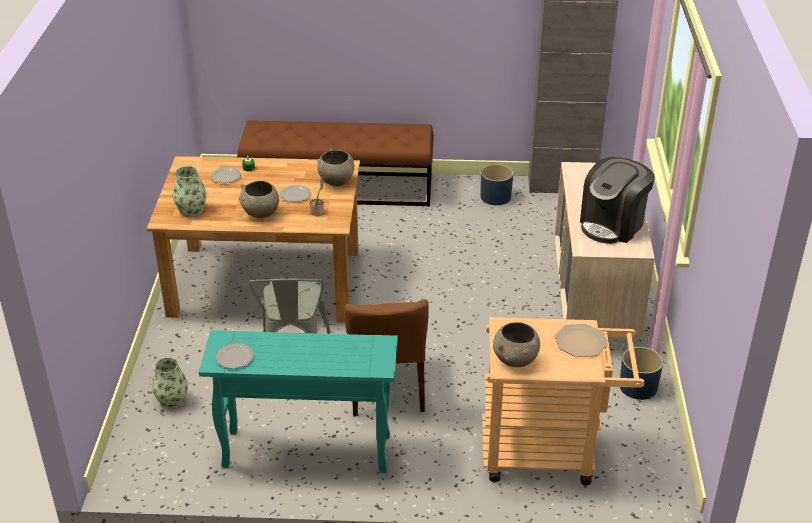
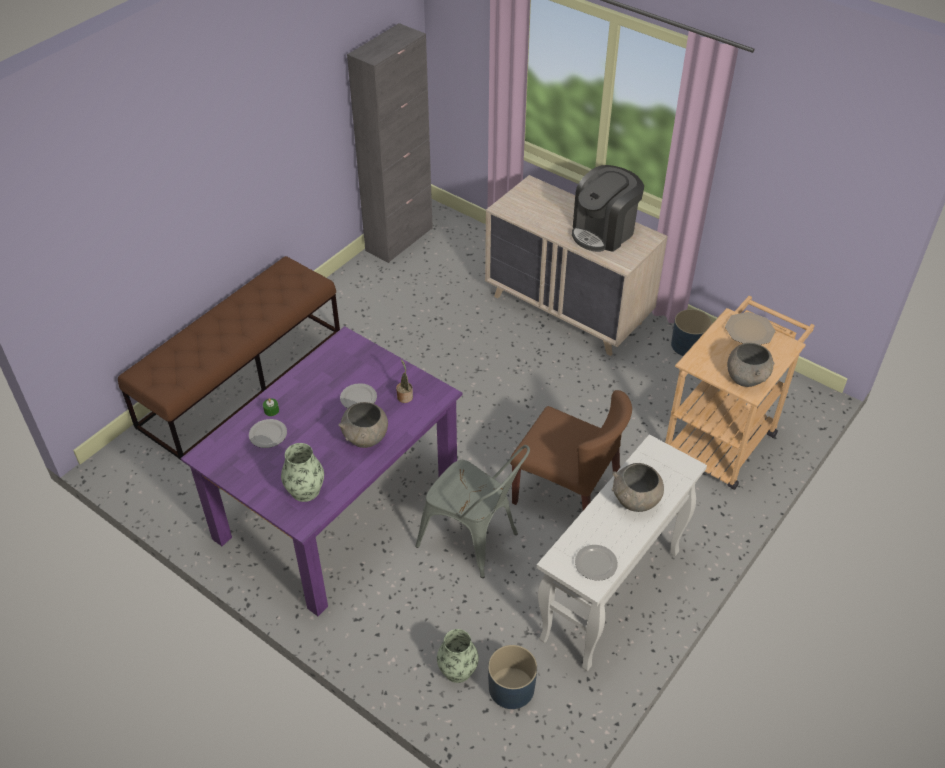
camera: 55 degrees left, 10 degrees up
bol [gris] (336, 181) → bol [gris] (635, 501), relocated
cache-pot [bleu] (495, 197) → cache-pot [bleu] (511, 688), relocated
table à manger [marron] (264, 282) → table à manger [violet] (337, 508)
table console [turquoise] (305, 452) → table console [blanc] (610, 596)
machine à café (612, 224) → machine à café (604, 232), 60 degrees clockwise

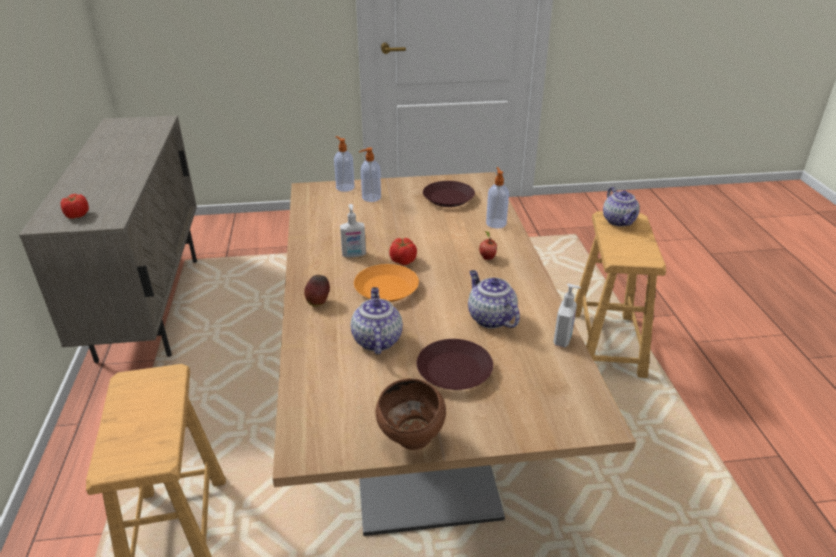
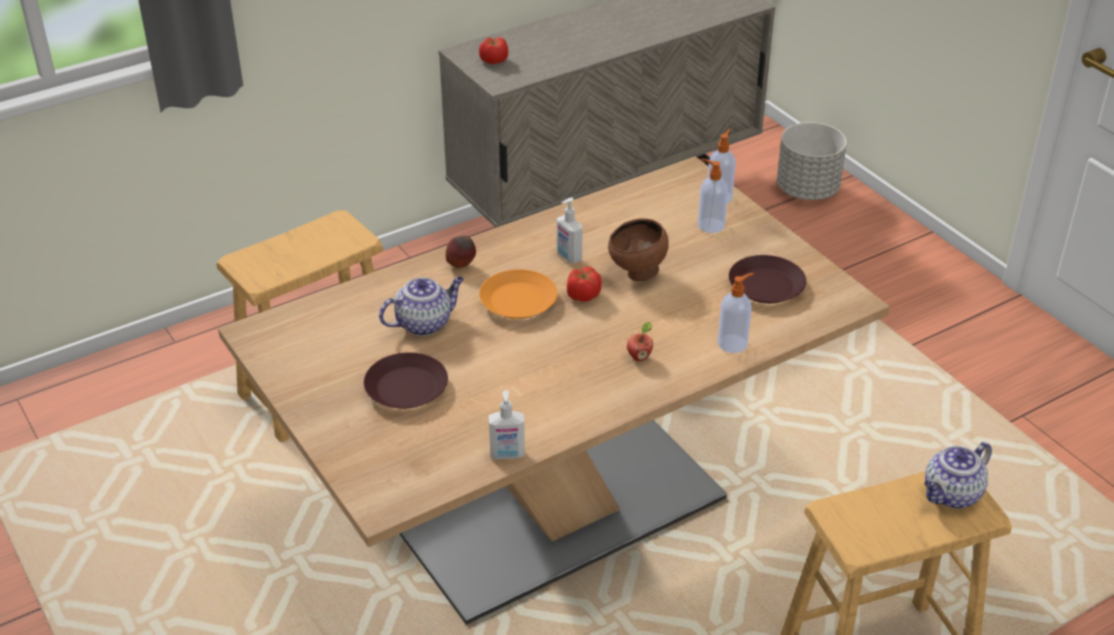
camera: 65 degrees right, 5 degrees up
théière (490, 318) → -
- → cache-pot [gris] (807, 190)
bol [marron] (412, 441) → bol [marron] (637, 274), relocated

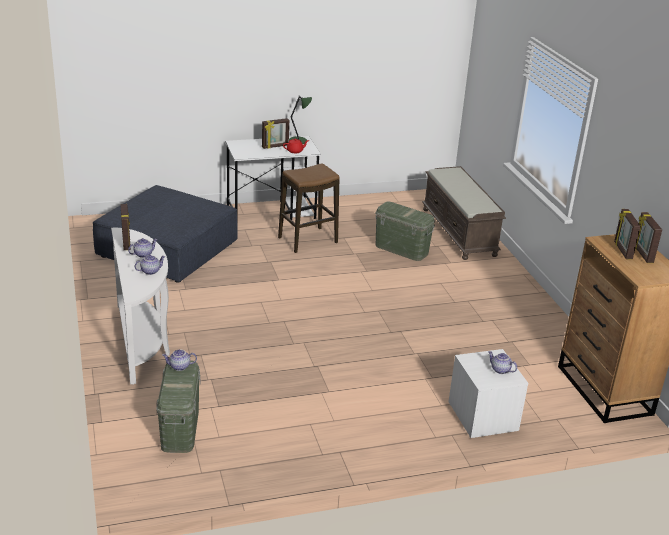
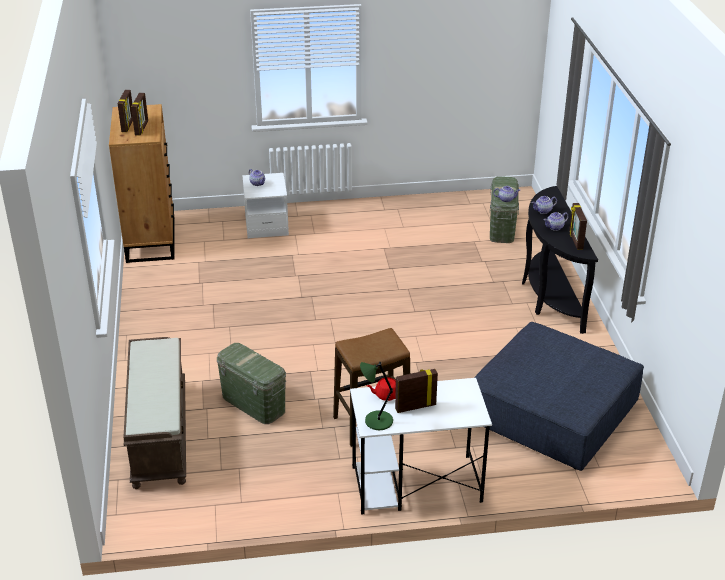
camera: 170 degrees left, 5 degrees up
table console [blanc] (143, 341) → table console [noir] (549, 296)

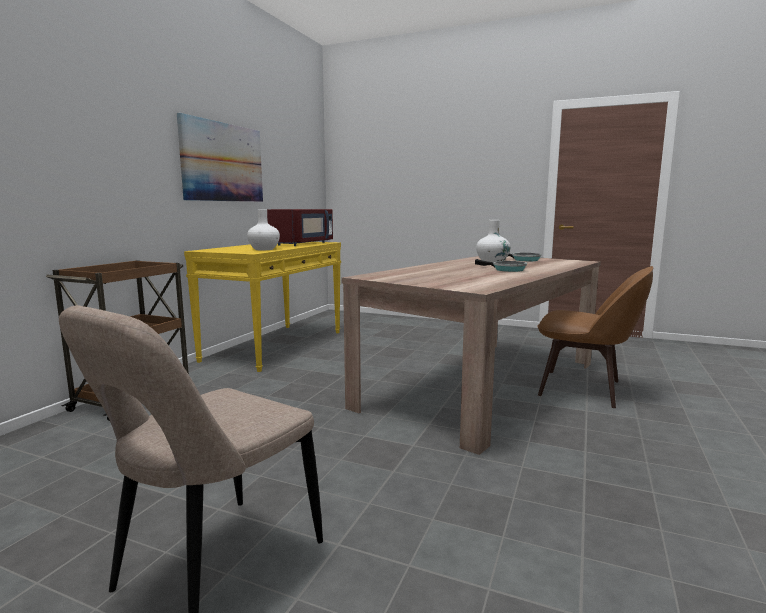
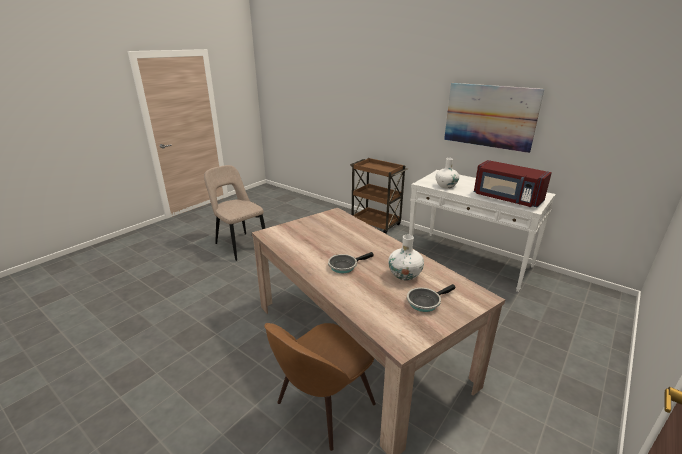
camera: 105 degrees right, 15 degrees up
table console [jaune] (275, 345) → table console [blanc] (469, 259)

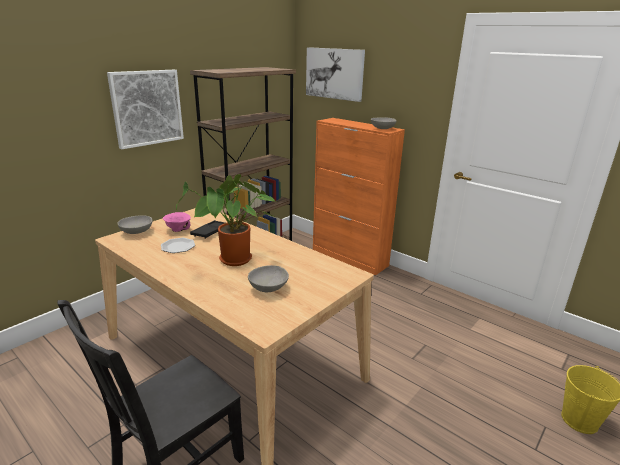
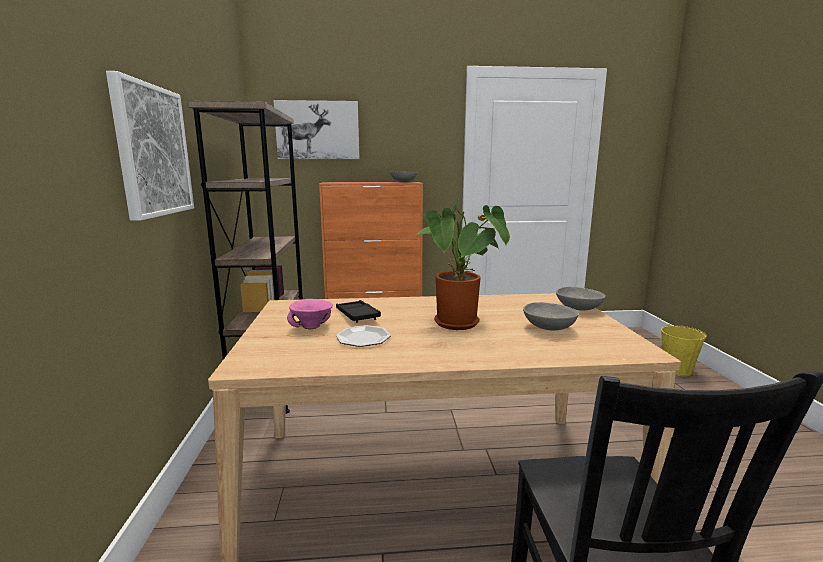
camera: 45 degrees left, 10 degrees down
bol [gris] (136, 232) → bol [gris] (578, 309), relocated

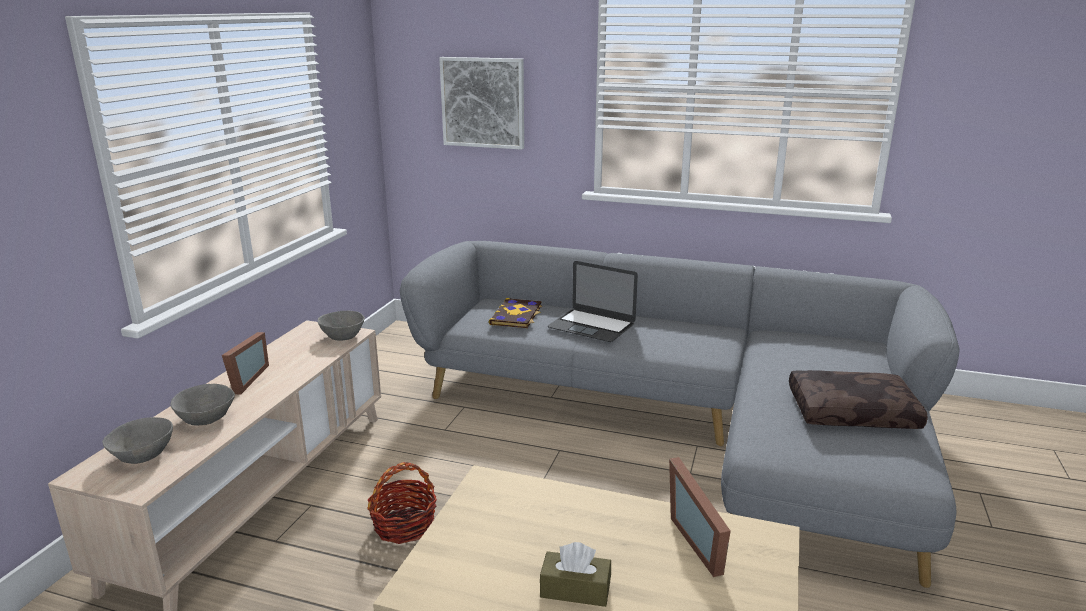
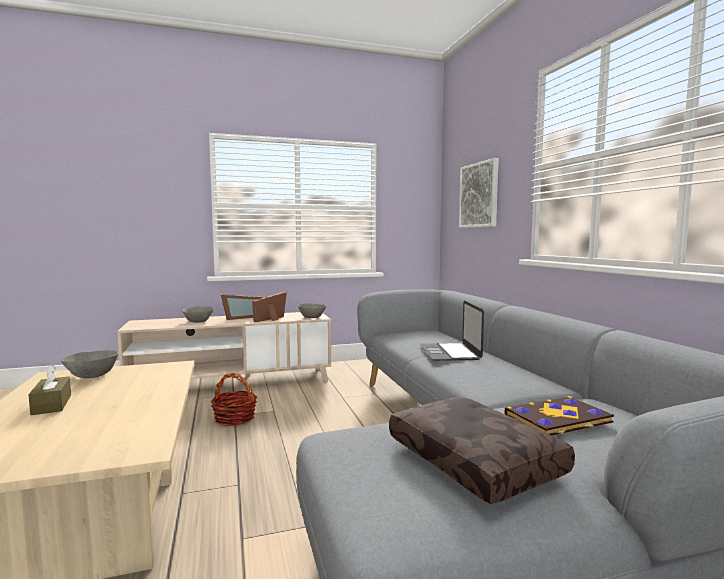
camera: 55 degrees right, 15 degrees down
bol [gris] (143, 455) → bol [gris] (92, 375), relocated
livre (517, 315) → livre (559, 419), relocated
cadre photo (702, 540) → cadre photo (273, 319), relocated

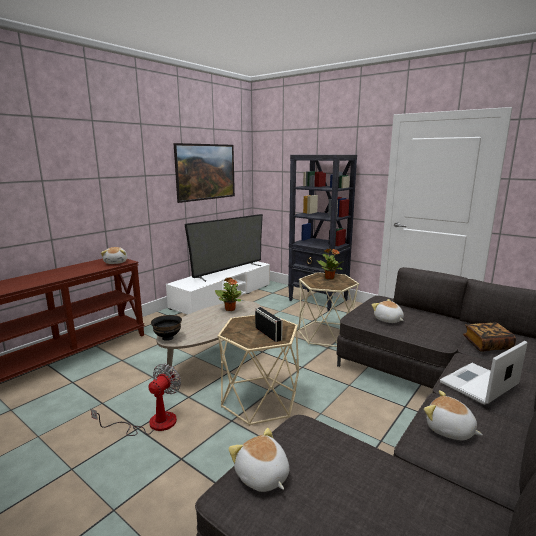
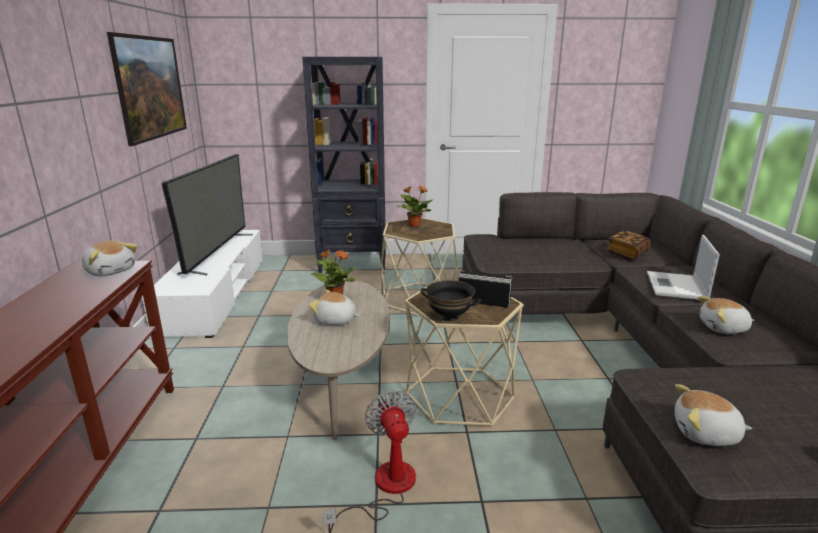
camera: 40 degrees left, 5 degrees up
bol [noir] (167, 338) → bol [noir] (449, 317), relocated
peluche (388, 320) → peluche (335, 320), relocated

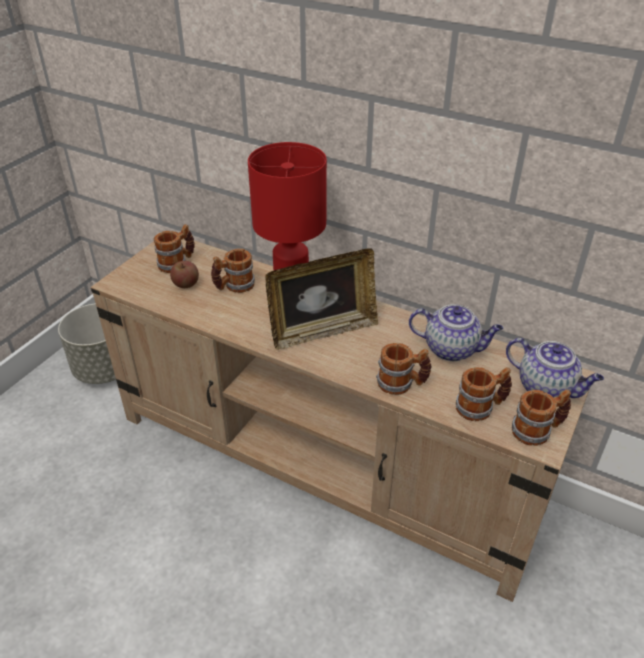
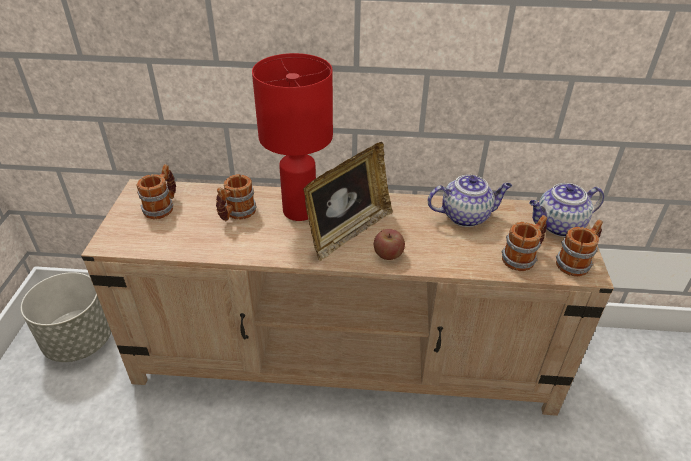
camera: 25 degrees left, 0 degrees up
mug (402, 384) → -
pomme (186, 284) → pomme (388, 254), relocated
théière (547, 388) → théière (558, 226), 150 degrees clockwise

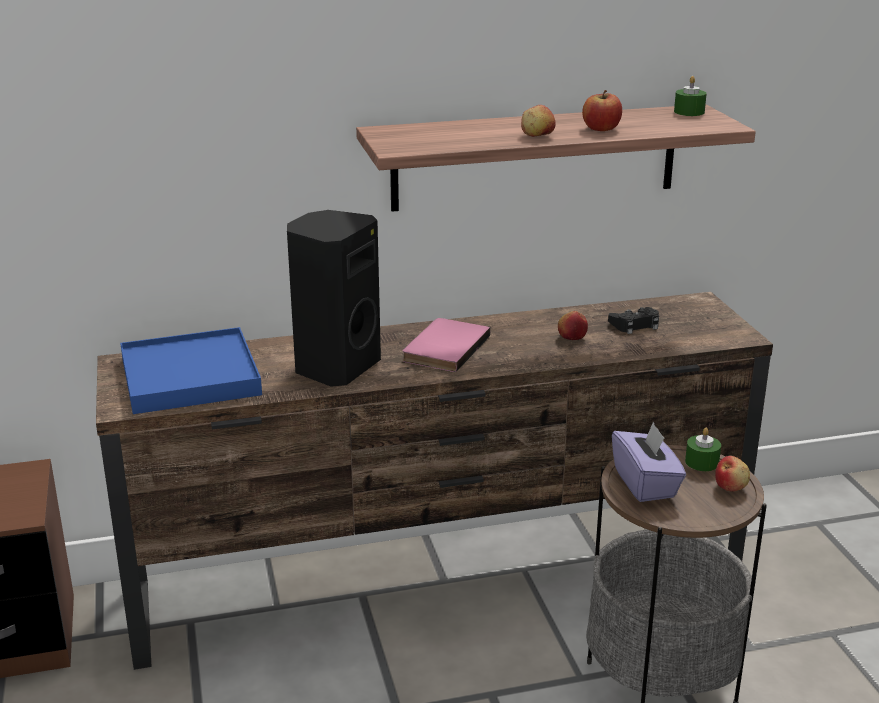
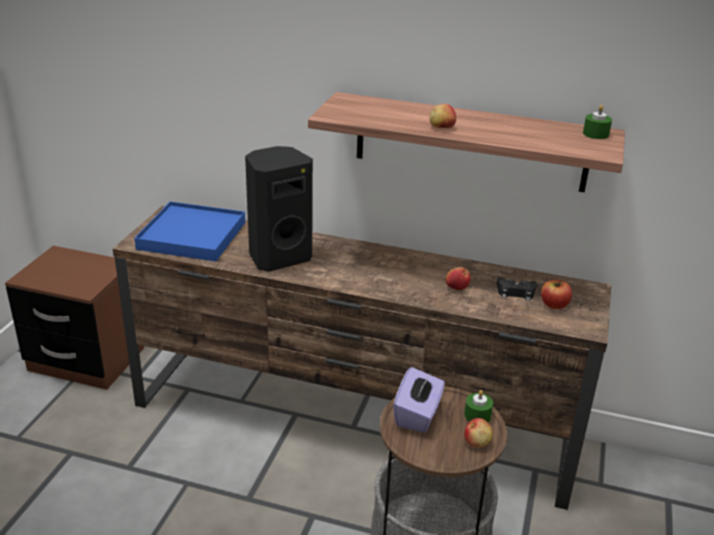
camera: 30 degrees right, 5 degrees up
livre [rose] (443, 348) → -
pomme (601, 129) → pomme (554, 305), relocated

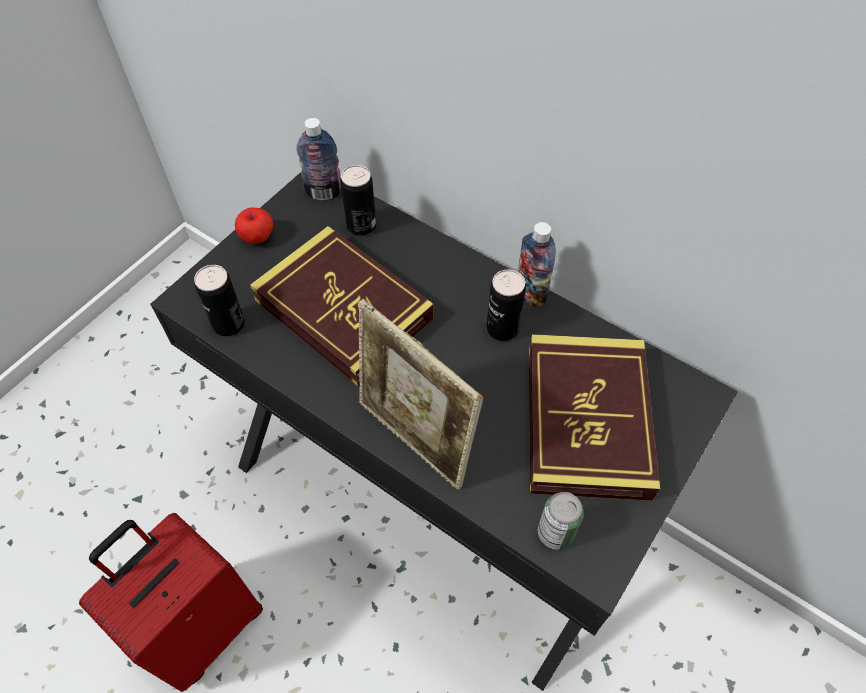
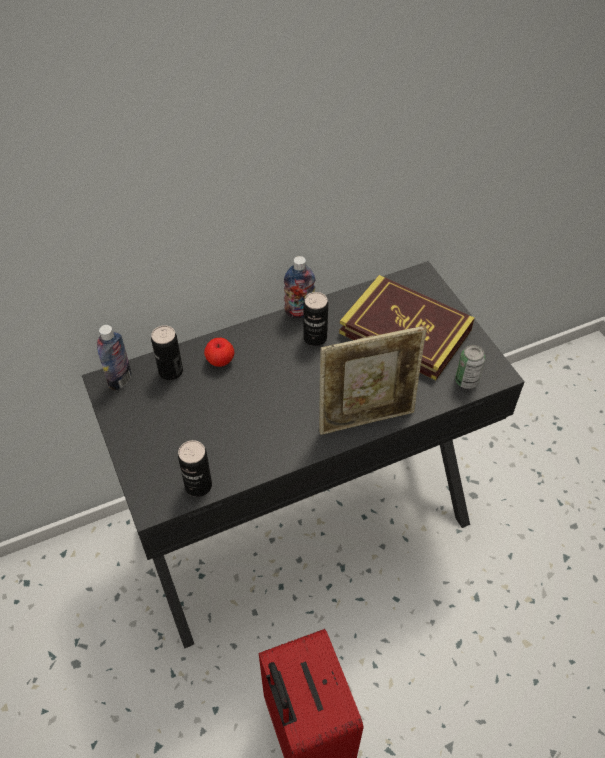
camera: 60 degrees left, 5 degrees down
livre (343, 309) → -
pomme (257, 237) → pomme (220, 361), relocated

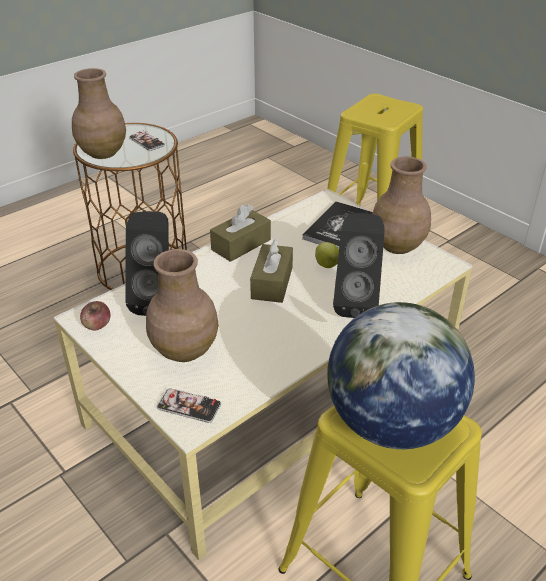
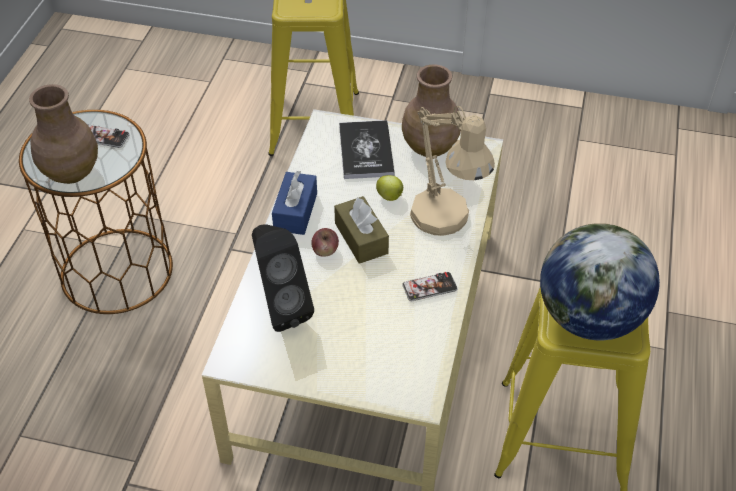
camera: 35 degrees left, 10 degrees up
vase [marron] (184, 349) → -
pomme (97, 325) → pomme (325, 250), relocated
téléphone (189, 406) → téléphone (429, 287), relocated
enceinte [noir] (355, 302) → lampe de table [beige] (446, 223)
boîte à mouchoirs [marron] (241, 245) → boîte à mouchoirs [bleu] (295, 212)

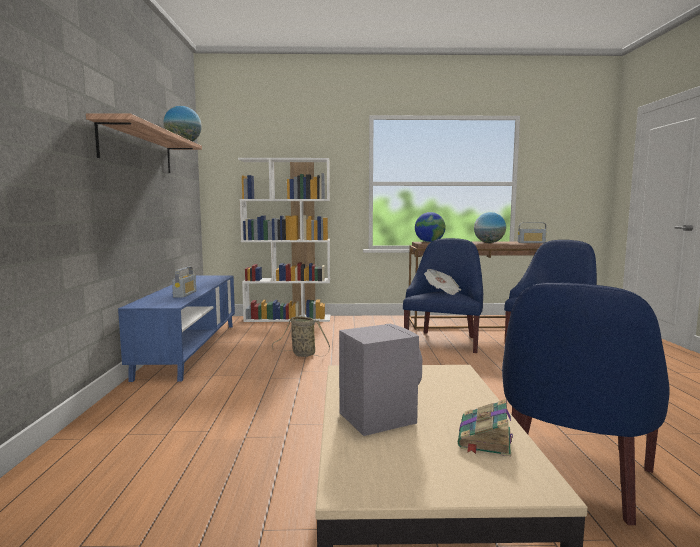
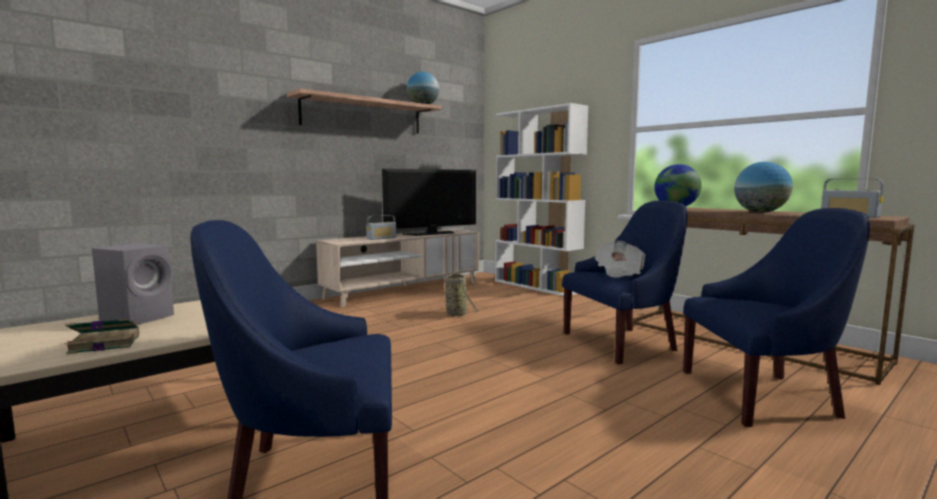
camera: 50 degrees right, 0 degrees up
- → téléviseur (431, 233)
meuble télé [bleu] (190, 349) → meuble télé [beige] (404, 290)

